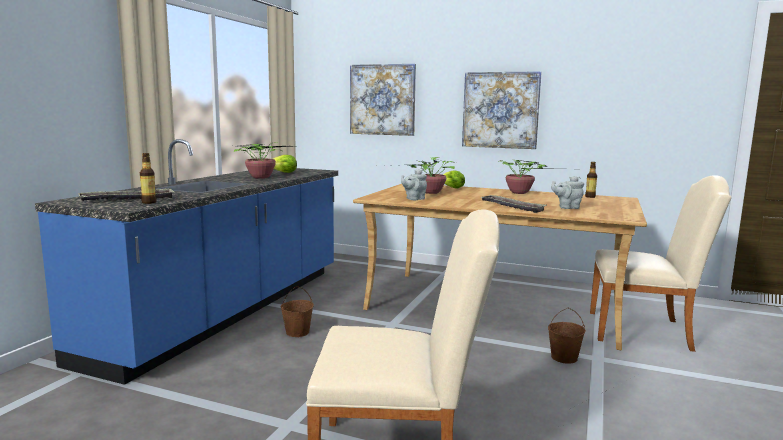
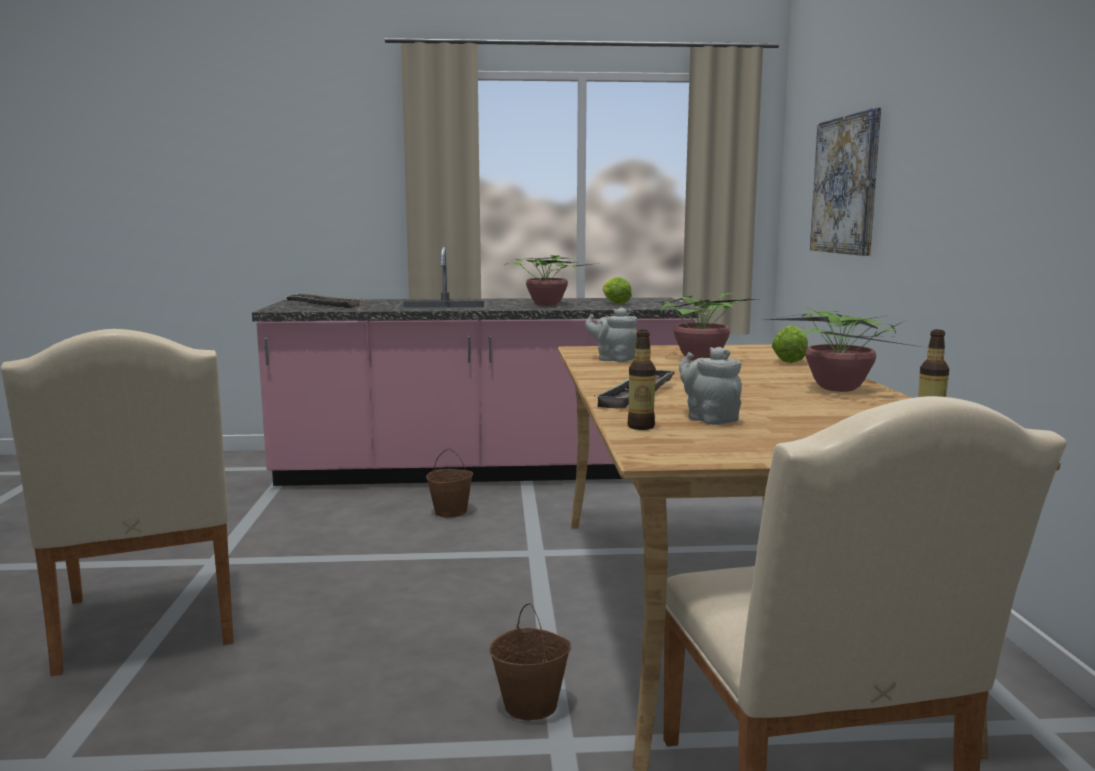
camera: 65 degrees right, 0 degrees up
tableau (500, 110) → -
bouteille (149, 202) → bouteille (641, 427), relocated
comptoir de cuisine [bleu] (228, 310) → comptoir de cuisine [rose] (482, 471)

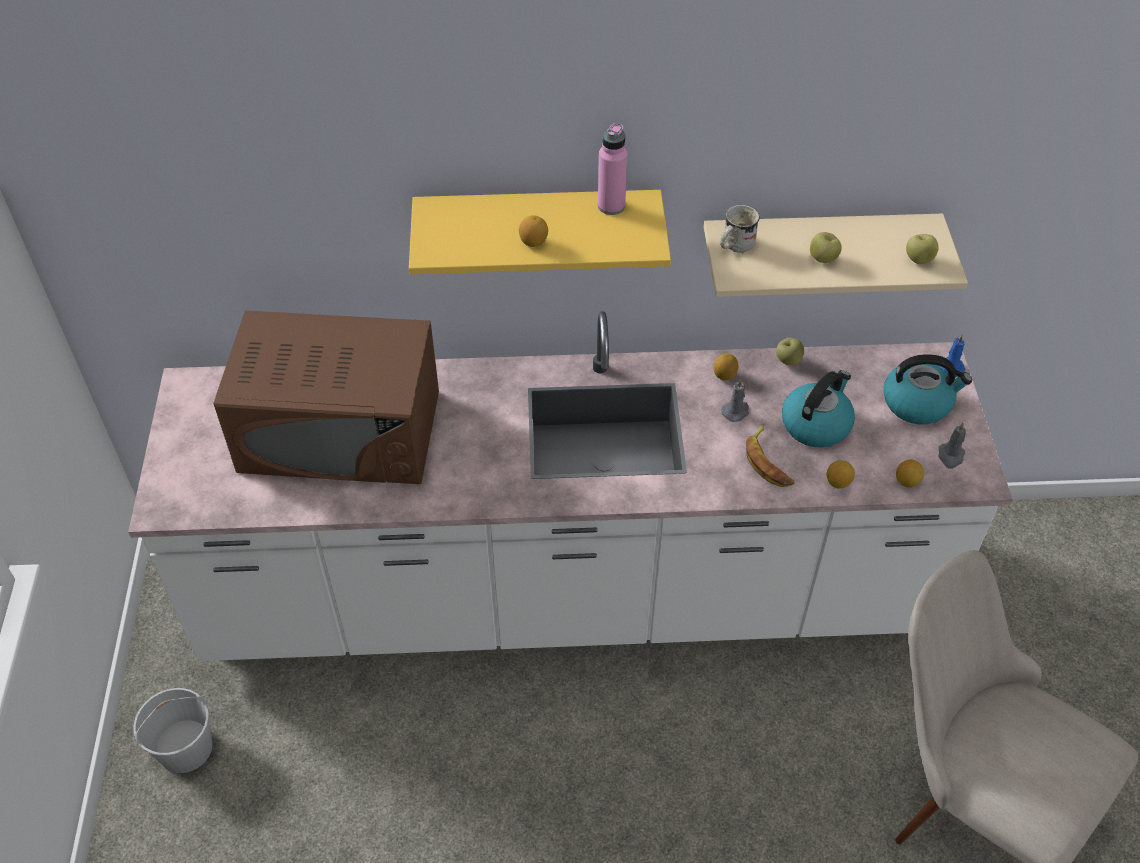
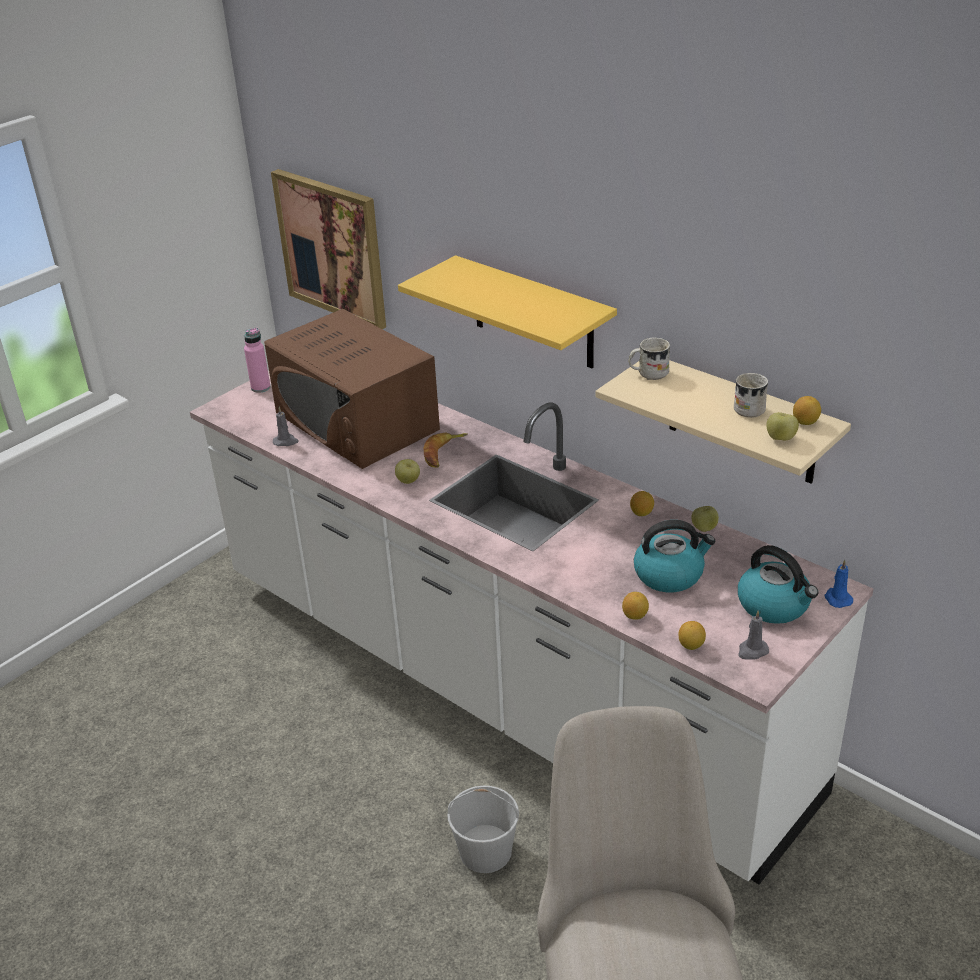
camera: 45 degrees right, 15 degrees down
- → tableau (332, 248)
- → mug [blanc] (747, 407)
seau [blanc] (186, 747) → seau [blanc] (486, 851), relocated
citron (533, 242) → citron (805, 422), relocated
bouteille [rose] (611, 206) → bouteille [rose] (260, 387), relocated
bougie [gris] (736, 411) → bougie [gris] (286, 441), relocated
banane (768, 461) → banane (443, 453), relocated
pomme (823, 259) → pomme (408, 481), relocated

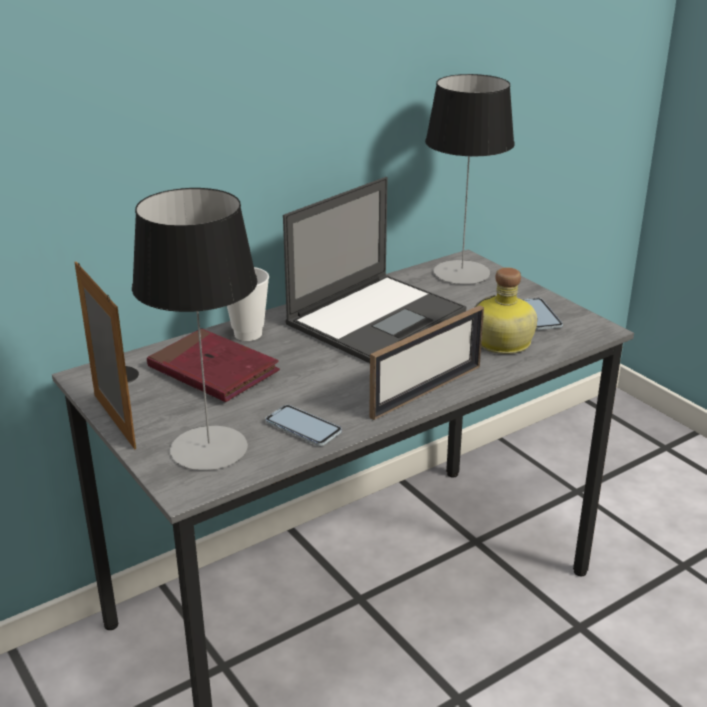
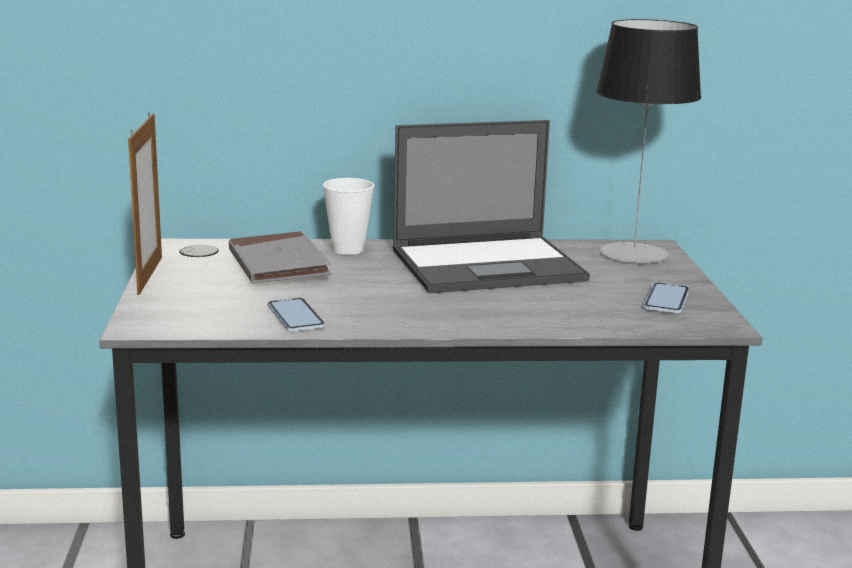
camera: 30 degrees right, 10 degrees down
lampe de table (209, 448) → -
cadre photo (426, 391) → -
bouteille (502, 343) → -
livre [rouge] (213, 370) → livre [gris] (278, 264)

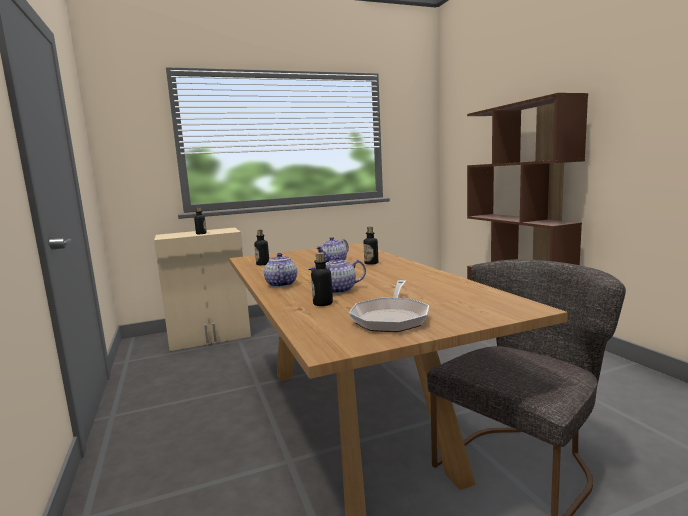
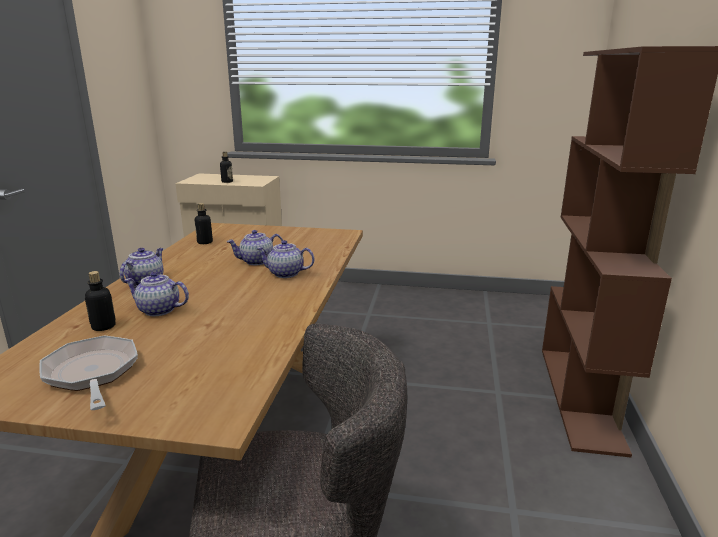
camera: 30 degrees right, 10 degrees up
bouteille (371, 263) → théière (285, 274)
poêle (391, 318) → poêle (92, 374), 105 degrees clockwise

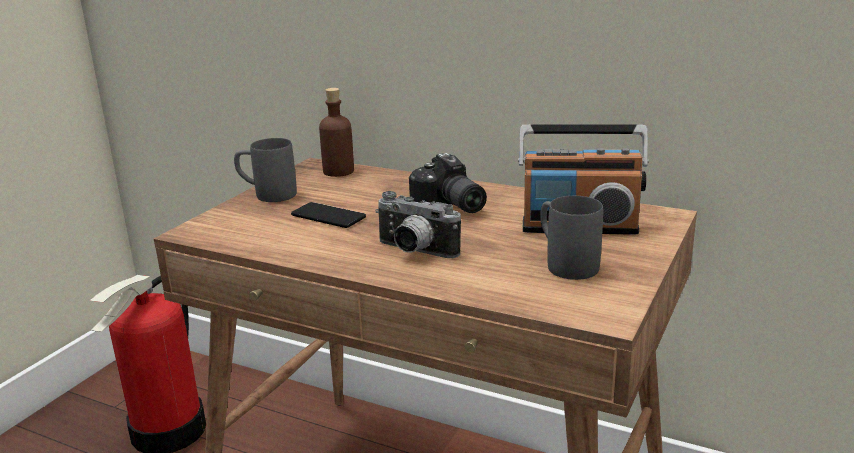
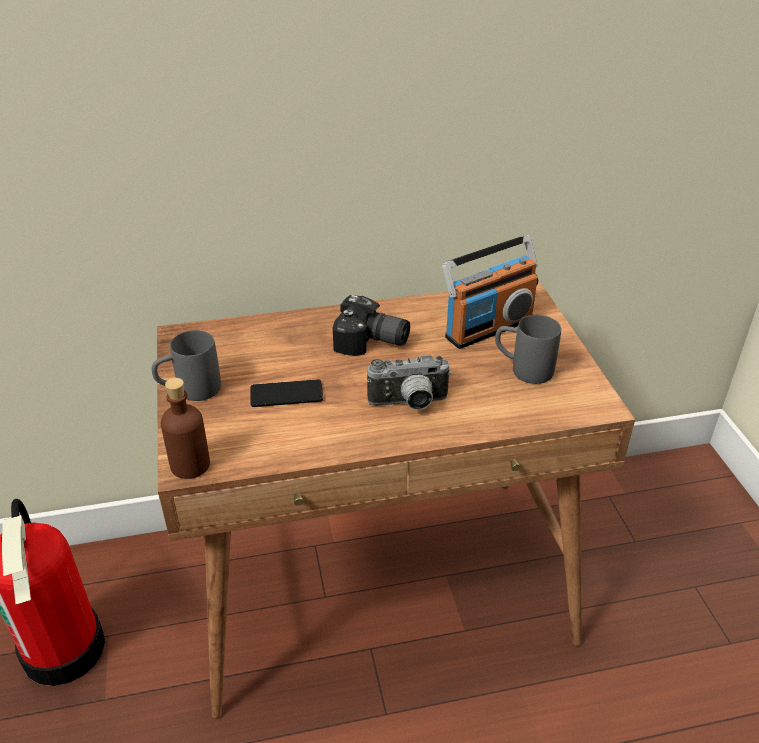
camera: 40 degrees left, 15 degrees up
bouteille [marron] (338, 171) → bouteille [marron] (190, 465), relocated

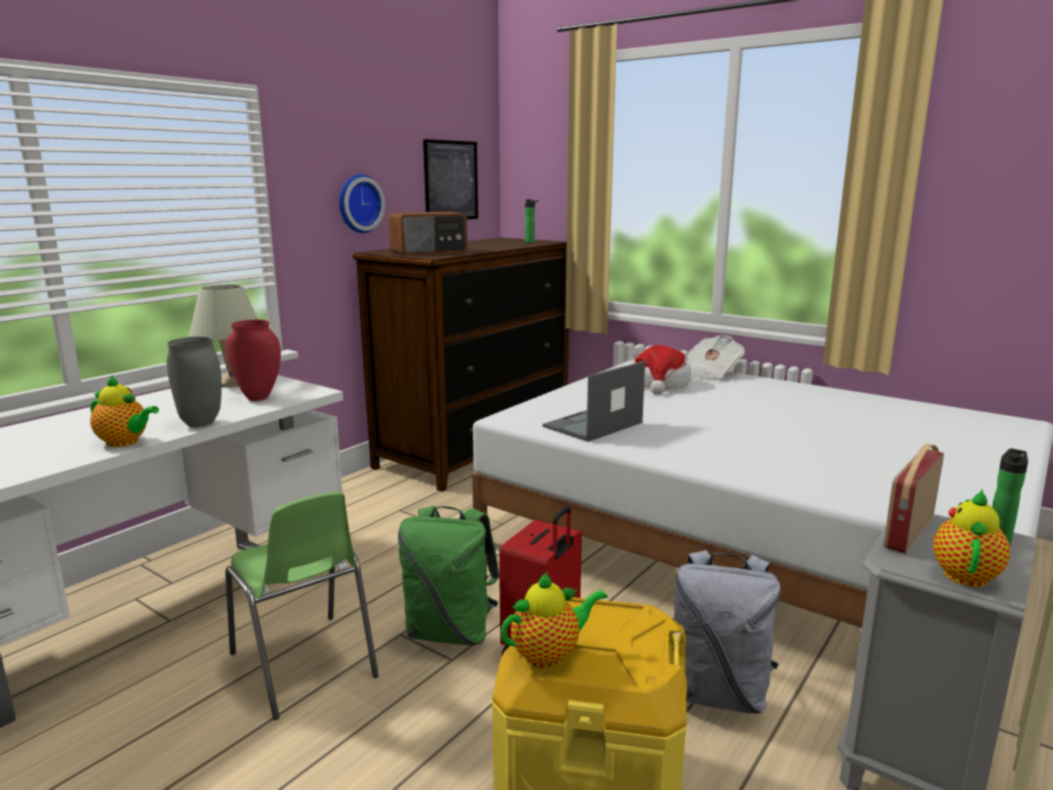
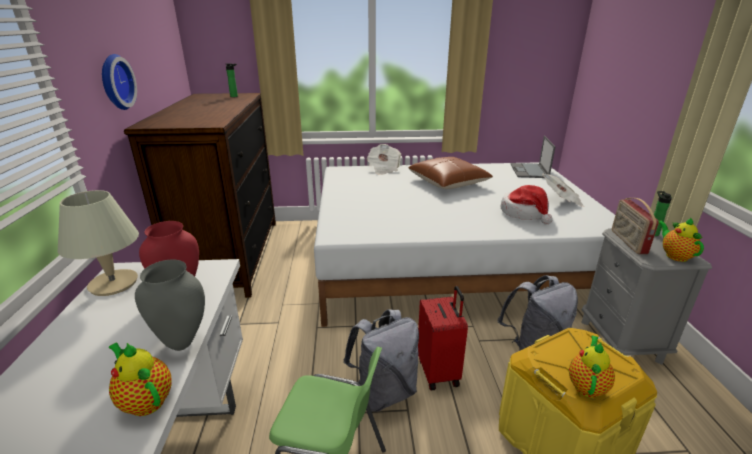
camera: 40 degrees left, 10 degrees up
radio (429, 252) → -
tableau (451, 181) → -
- → coussin [marron] (448, 182)
- → journal (561, 200)
ordinateur portable (592, 425) → ordinateur portable (529, 171), relocated
chapeau (659, 384) → chapeau (525, 213), relocated
sac à dos [vert] (451, 632) → sac à dos [gris] (384, 392)
théière (125, 442) → théière (145, 400), 120 degrees counterclockwise

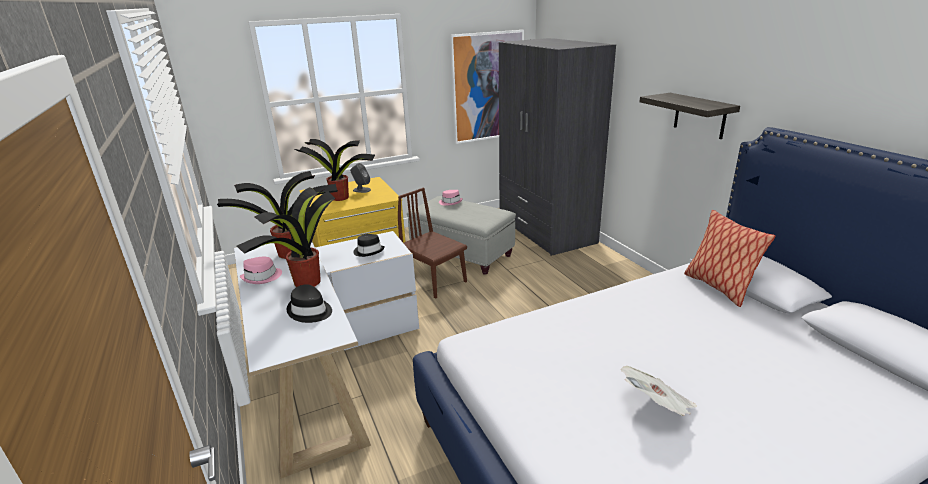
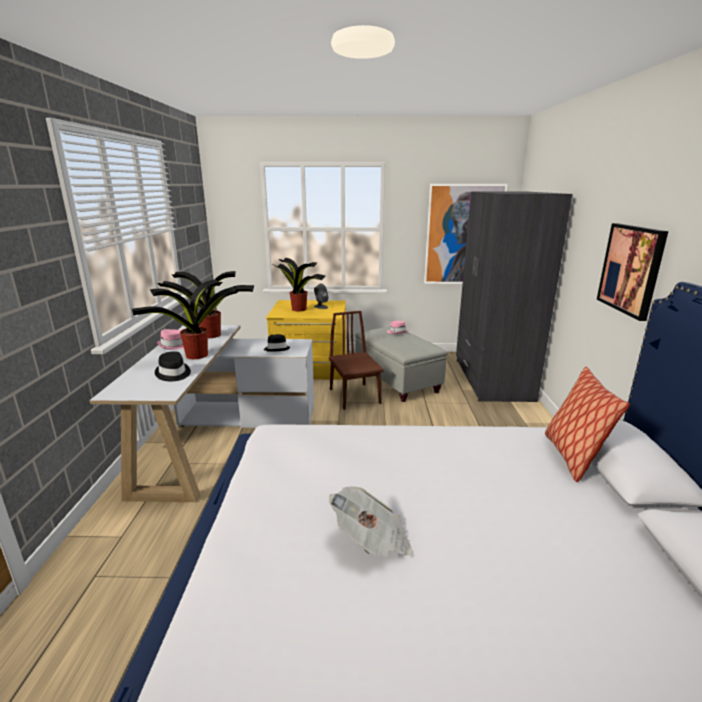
camera: 25 degrees right, 5 degrees down
étagère (700, 115) → tableau (631, 269)

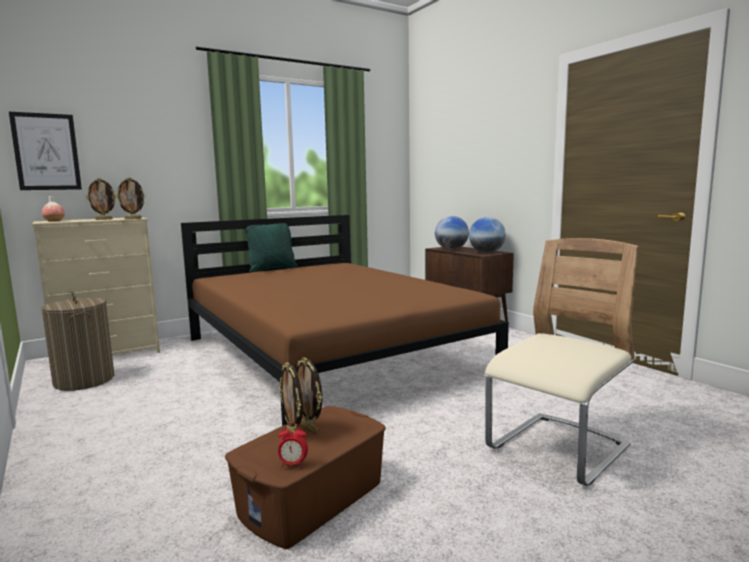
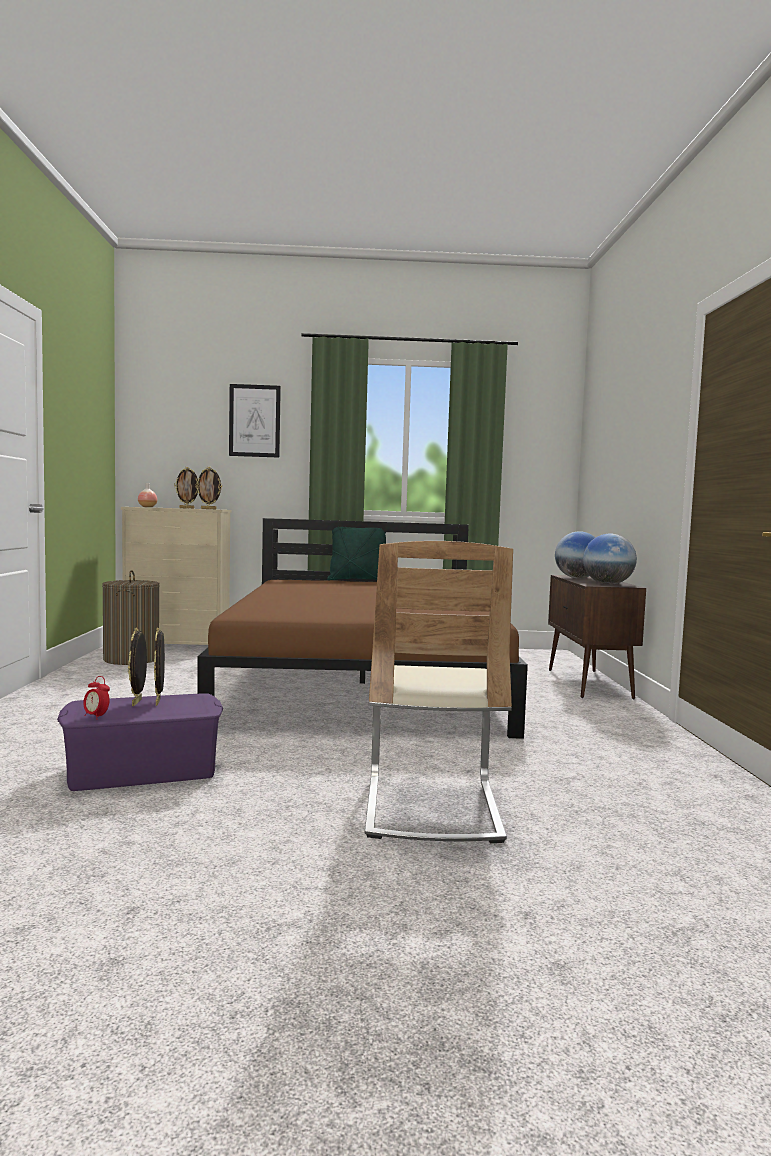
camera: 30 degrees right, 5 degrees down
tableau (46, 152) → tableau (254, 421), relocated
boîte de rangement [marron] (313, 498) → boîte de rangement [violet] (143, 771)
chaise [beige] (558, 450) → chaise [beige] (431, 807), 105 degrees clockwise

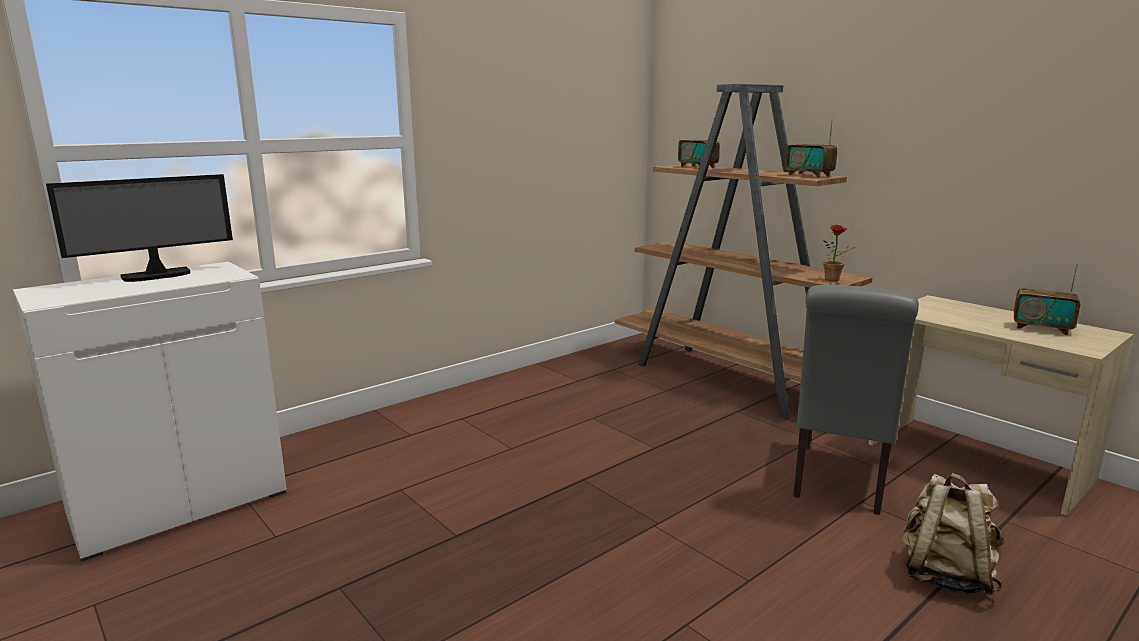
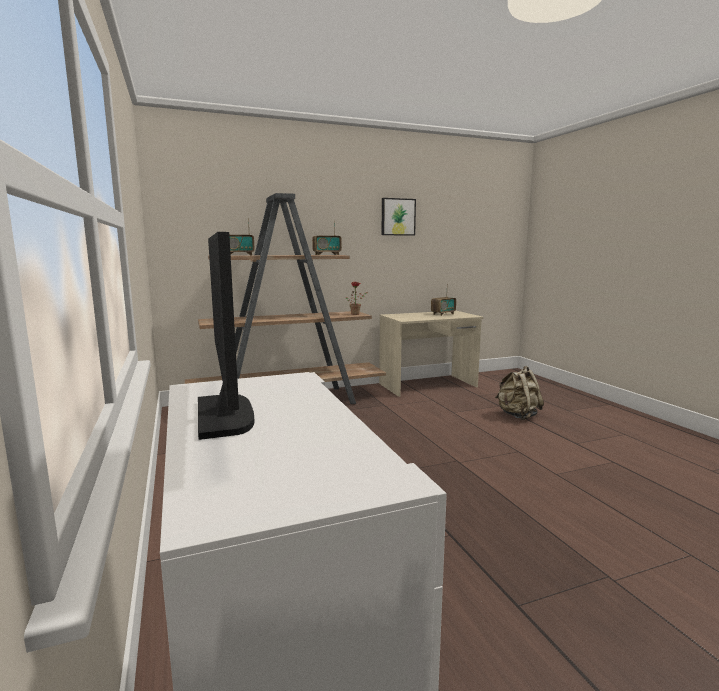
camera: 70 degrees left, 5 degrees down
chaise [gris] (839, 481) → -
- → tableau (397, 217)

